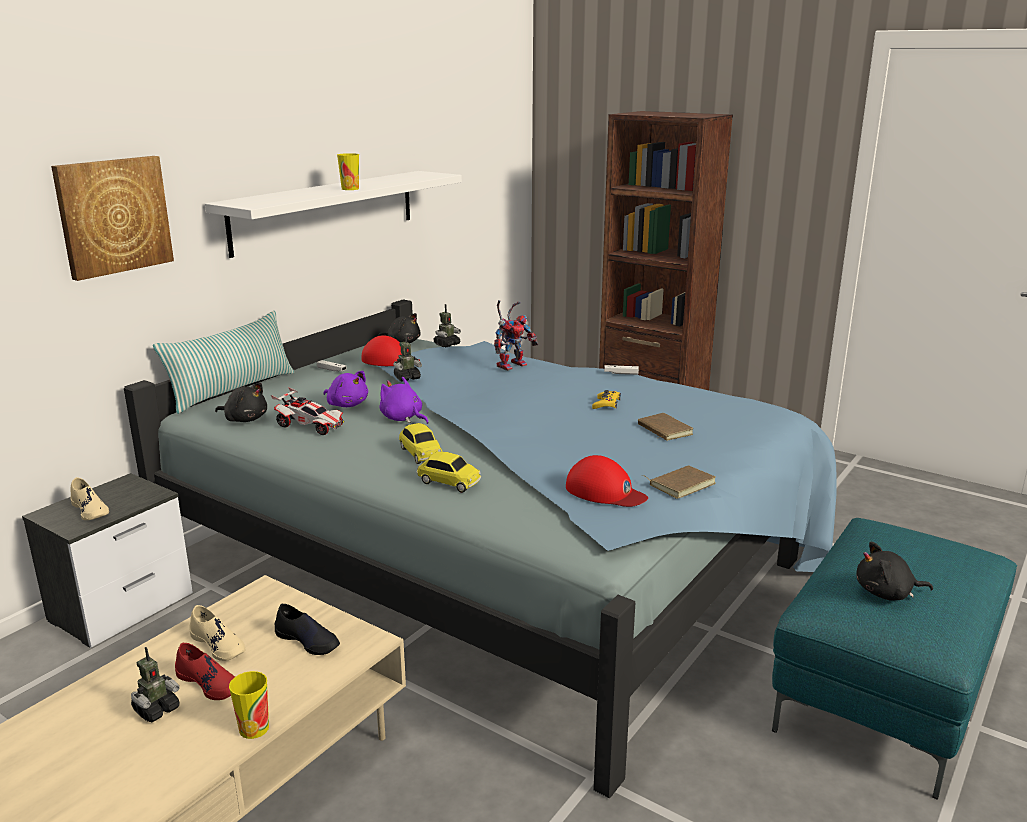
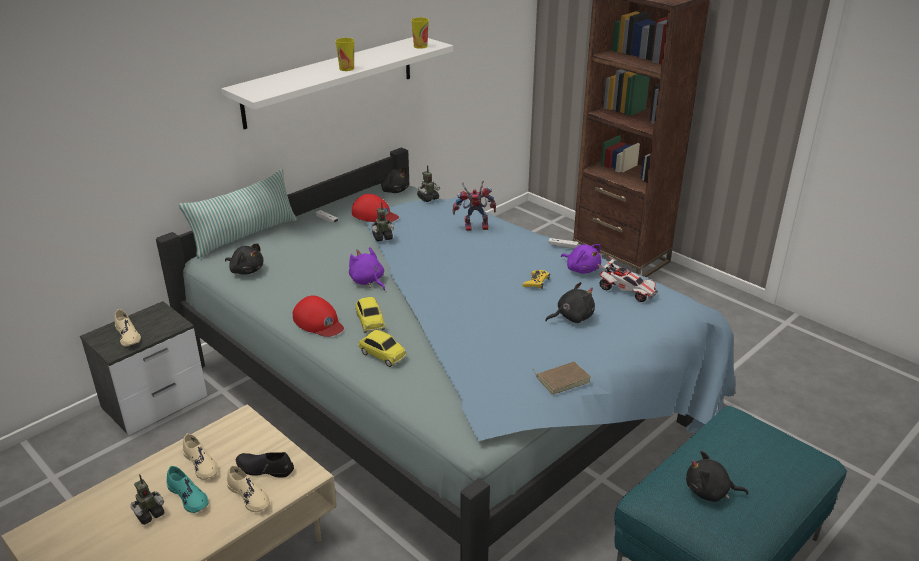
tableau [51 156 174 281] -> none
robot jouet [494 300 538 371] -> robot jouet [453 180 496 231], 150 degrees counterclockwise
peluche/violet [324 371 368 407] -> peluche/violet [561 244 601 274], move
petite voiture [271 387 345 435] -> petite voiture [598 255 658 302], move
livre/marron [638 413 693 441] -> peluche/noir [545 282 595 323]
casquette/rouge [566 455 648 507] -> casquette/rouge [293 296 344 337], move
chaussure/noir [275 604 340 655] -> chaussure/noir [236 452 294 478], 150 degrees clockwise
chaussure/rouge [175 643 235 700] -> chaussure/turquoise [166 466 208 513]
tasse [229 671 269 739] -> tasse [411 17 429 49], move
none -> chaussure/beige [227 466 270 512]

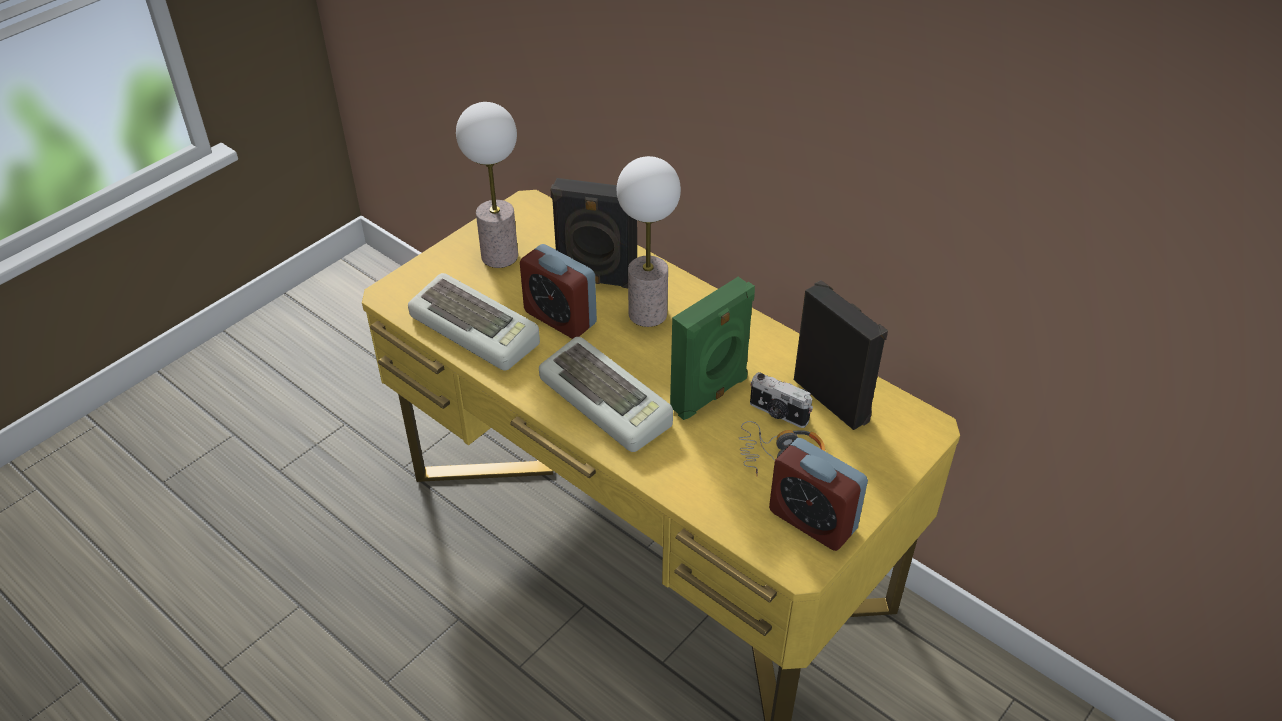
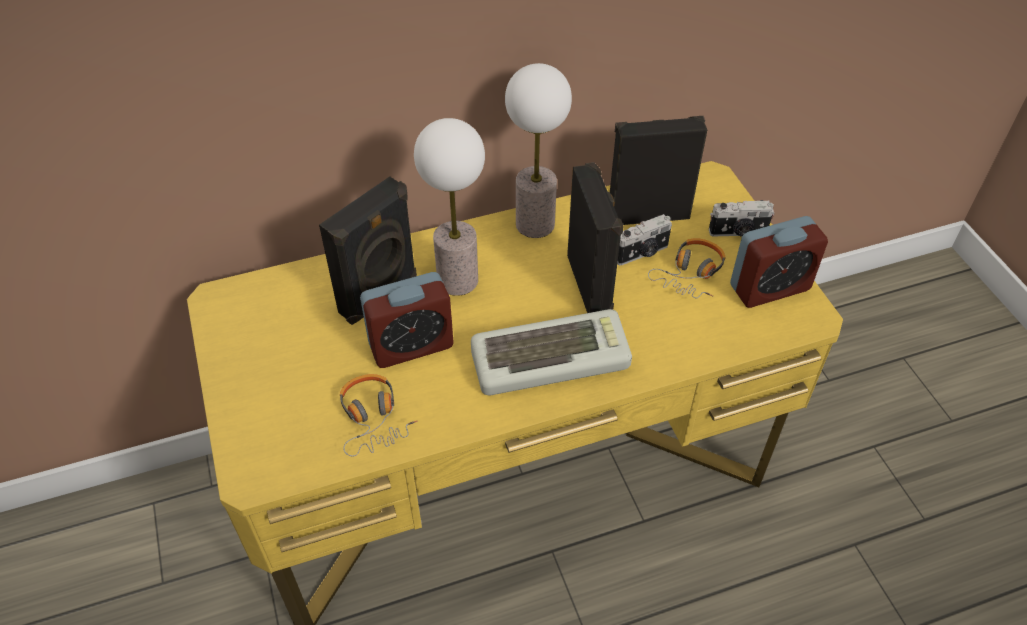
lampe de table [456 102 518 268] -> lampe de table [505 63 572 238], move
clavier [408 273 540 370] -> casque audio [340 374 418 456]
enceinte/vert [670 277 755 420] -> enceinte/noir [567 162 624 313]
none -> appareil photo [709 200 774 237]

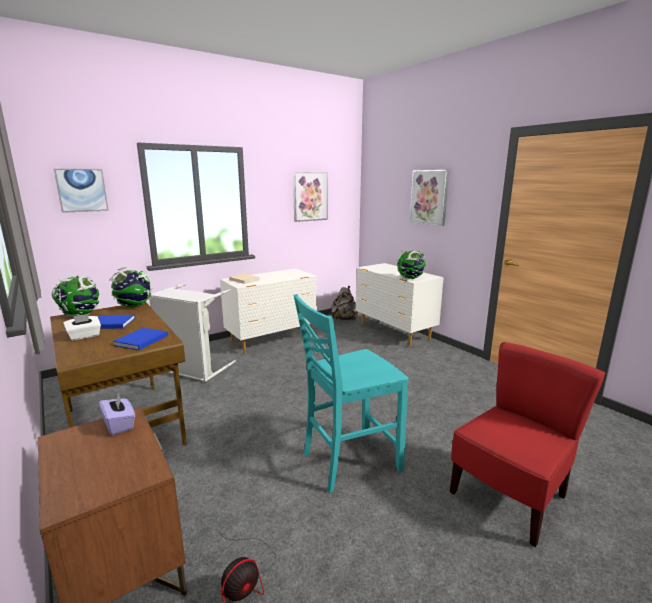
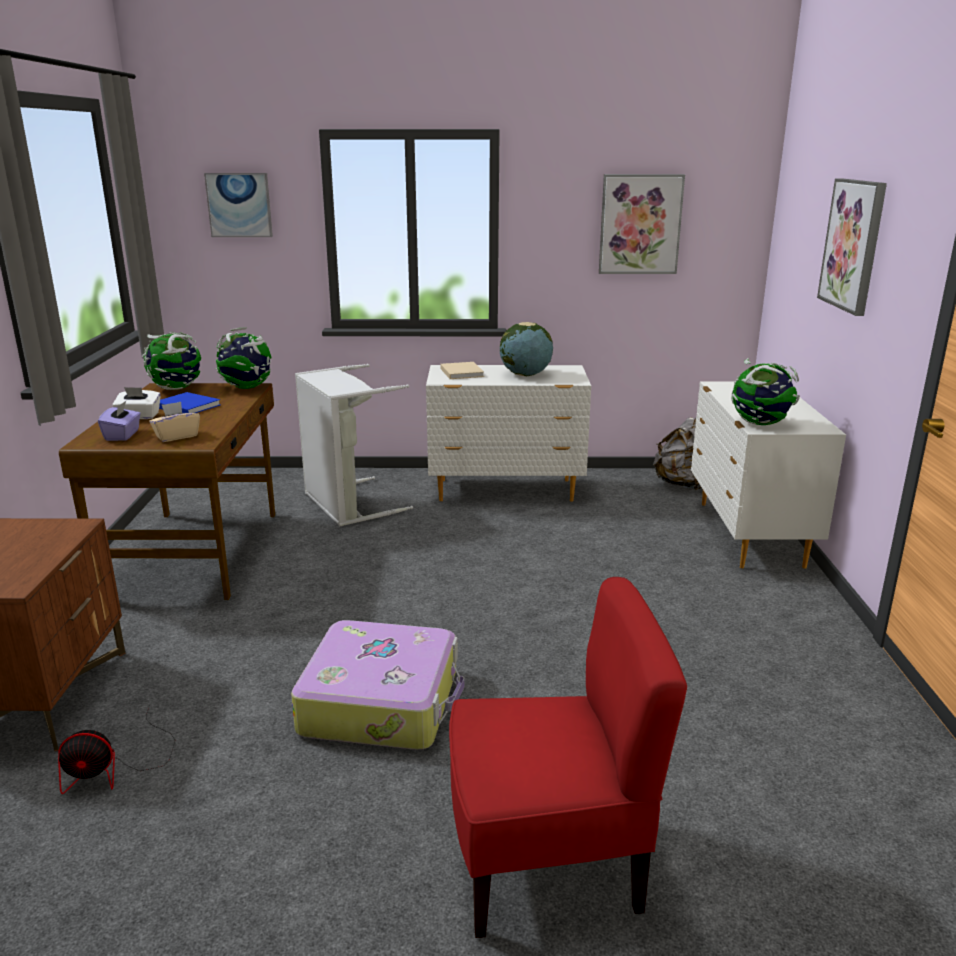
chaise/turquoise [294 294 408 493] -> valise [291 620 464 750]
livre/bleu [113 328 168 350] -> boîte à mouchoirs/beige [149 402 200 442]
boîte à mouchoirs/violet [99 392 135 435] -> boîte à mouchoirs/violet [98 401 141 441], move
none -> globe [500 322 553 376]

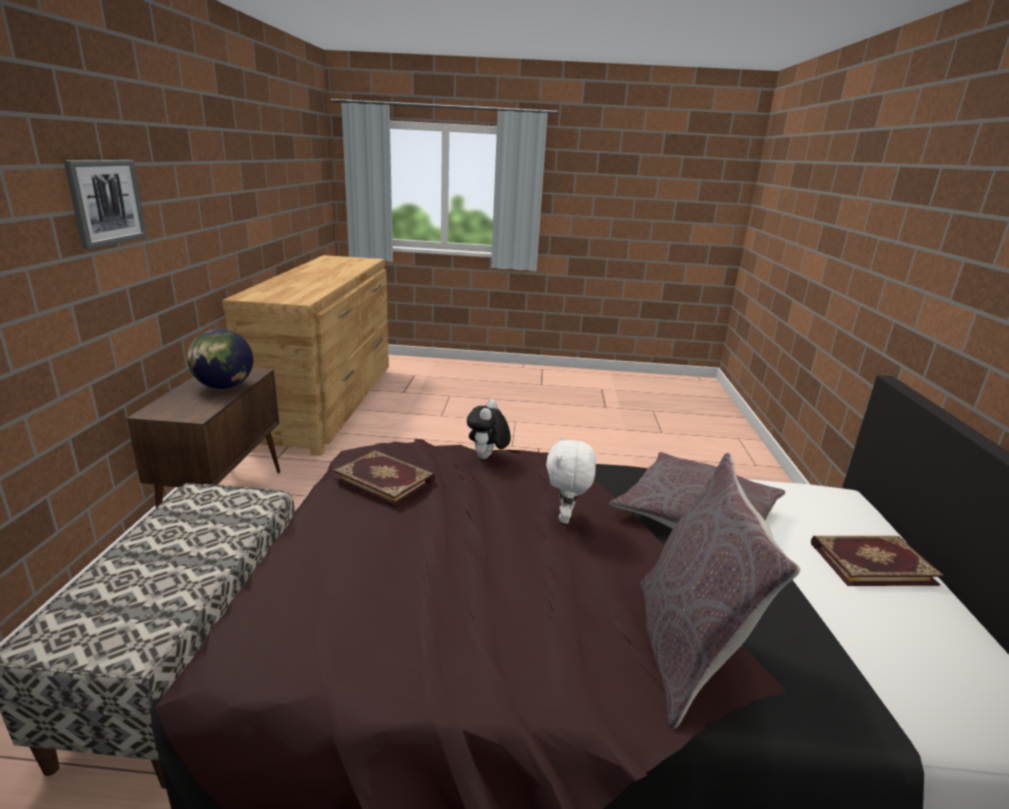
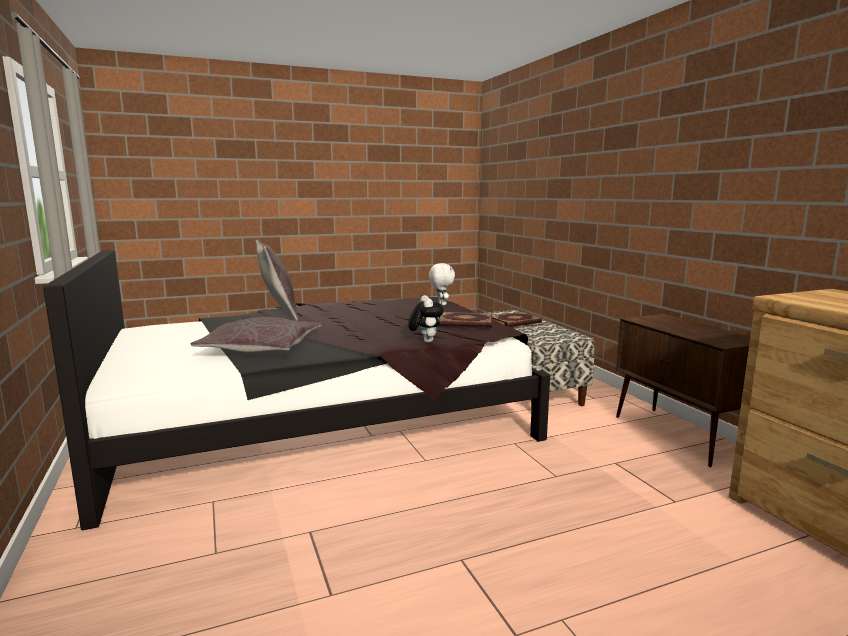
tableau [64 160 147 249] -> none
globe [187 329 253 389] -> none
peluche/blanc [546 436 596 524] -> peluche/blanc [429 263 455 305], move
livre [811 536 944 586] -> livre [492 312 542 327], move

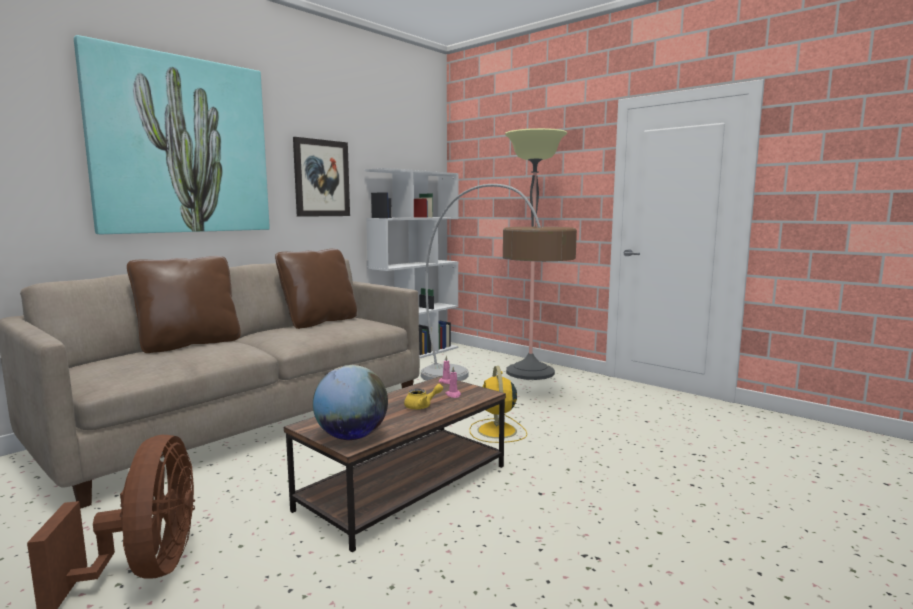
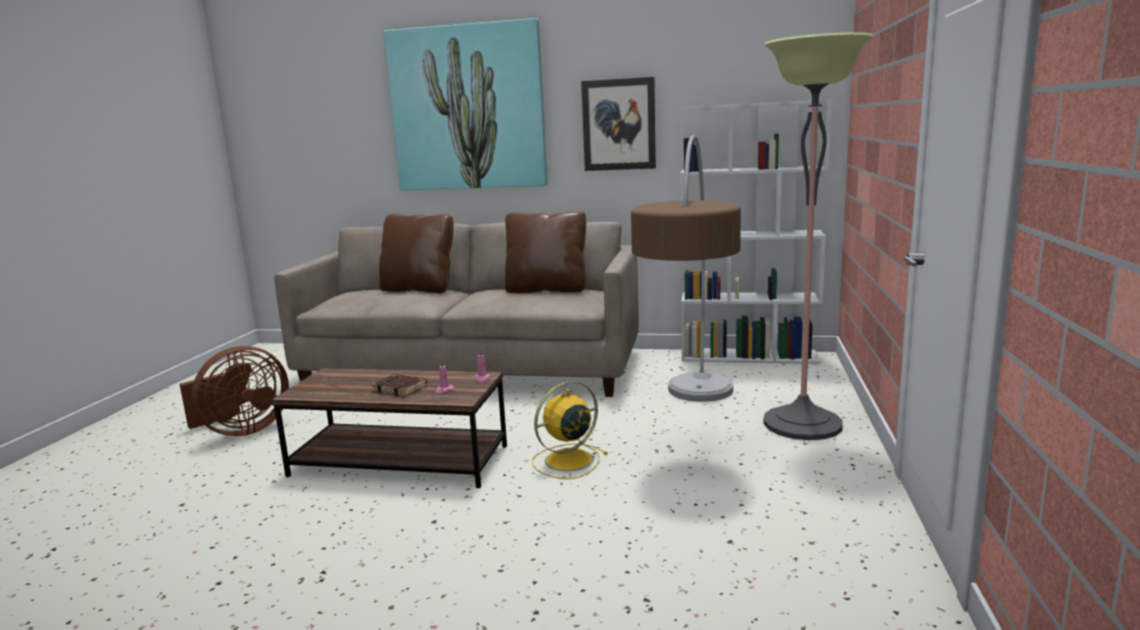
globe [313 365 388 440] -> none
théière/jaune [404 384 443 409] -> livre/marron [371 374 427 397]

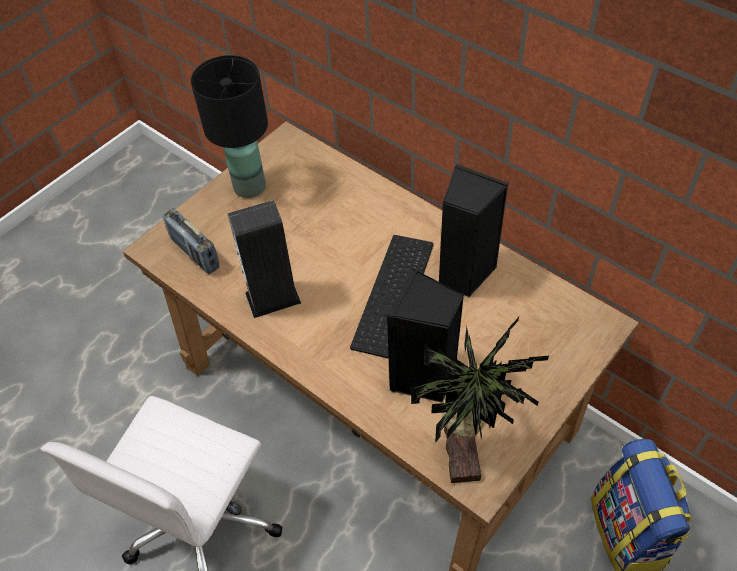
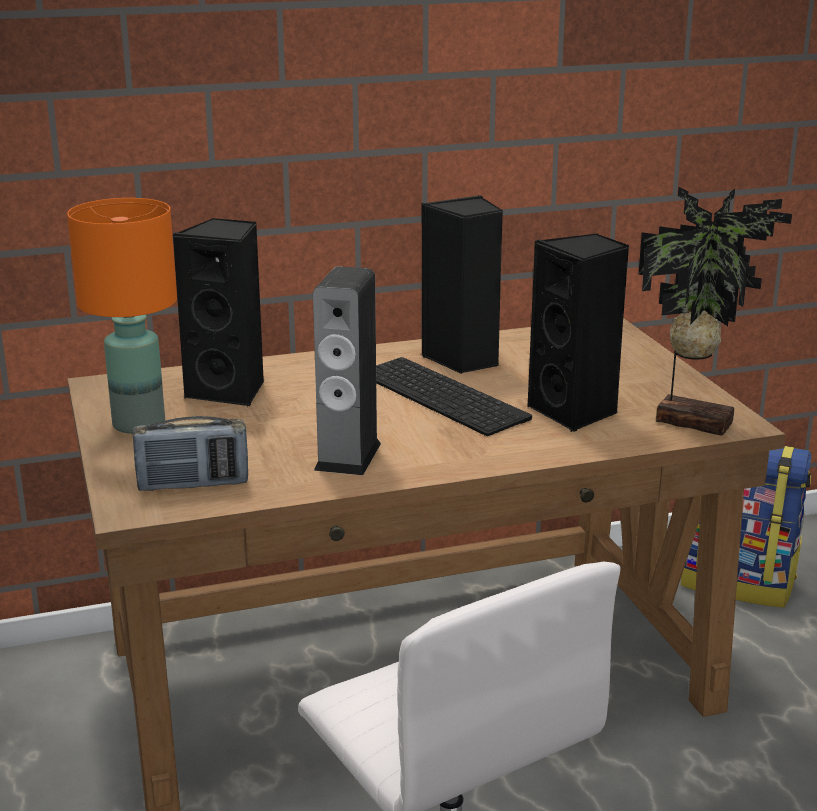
lampe de table/noir [191 55 268 198] -> lampe de table/orange [67 198 177 434]
none -> enceinte/noir [173 218 265 407]

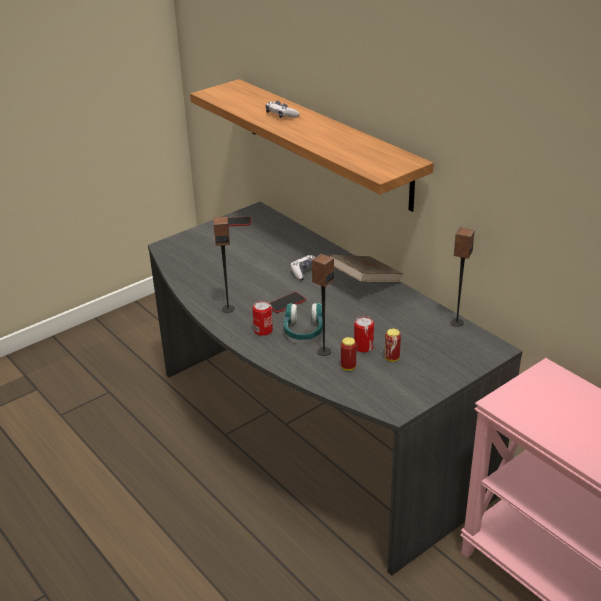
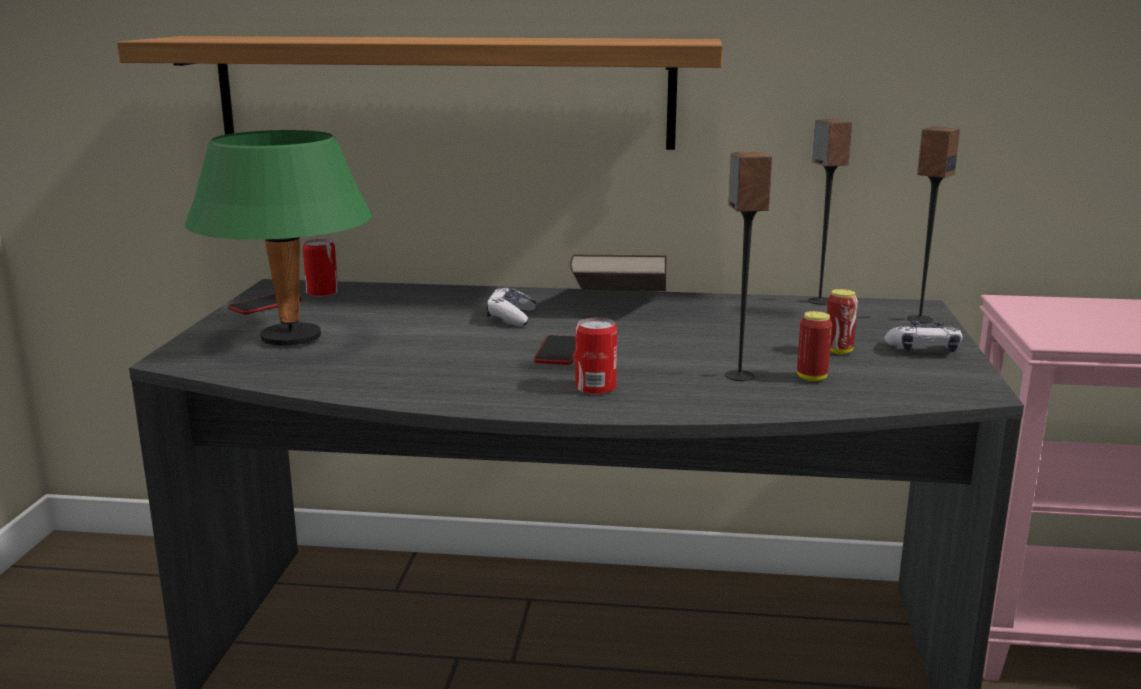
manette [265 100 300 118] -> manette [884 321 962 352], move
enceinte [214 217 235 313] -> enceinte [907 127 960 323], move
casque audio/turquoise [284 303 323 340] -> none
boîte métallique [354 316 374 353] -> boîte métallique [303 239 338 297], move
none -> lampe de table/vert [185 130 372 345]

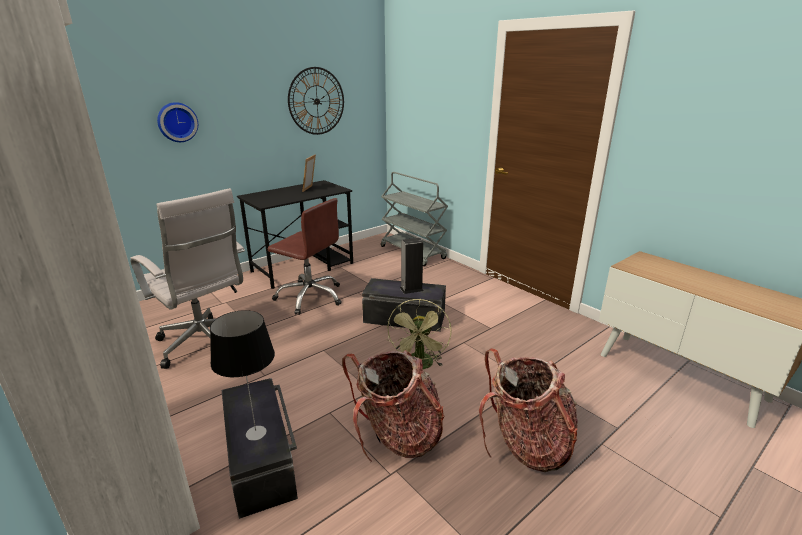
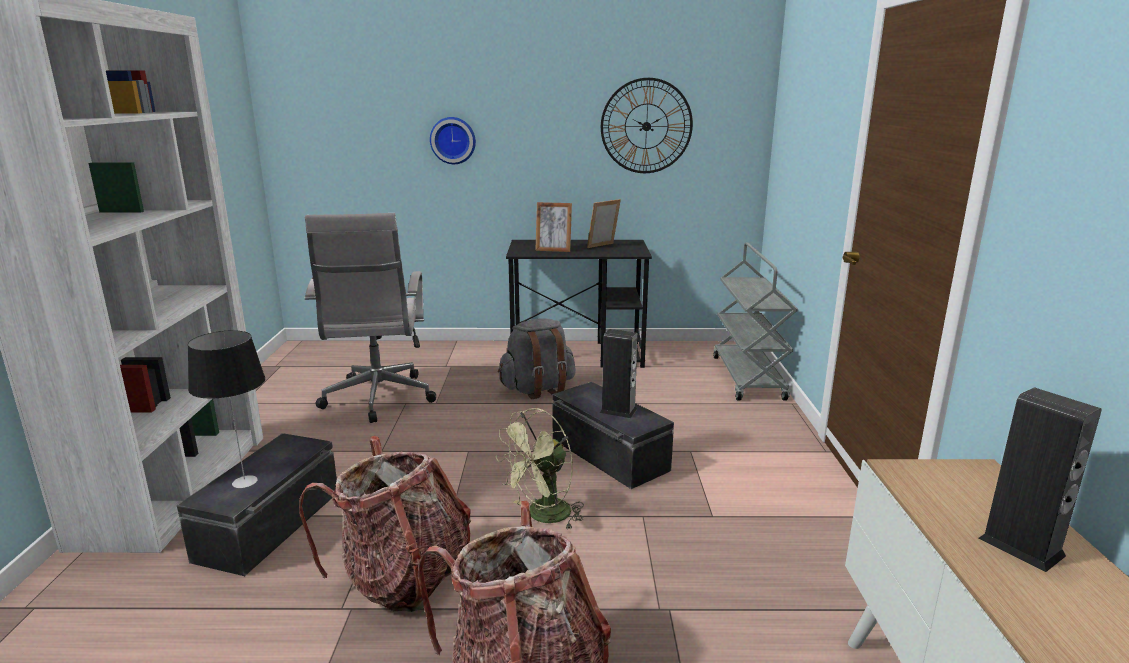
chaise de bureau/marron [268 198 342 315] -> sac à dos/gris [498 318 576 399]
none -> cadre photo [535 202 572 252]
none -> enceinte [978 387 1101 572]

